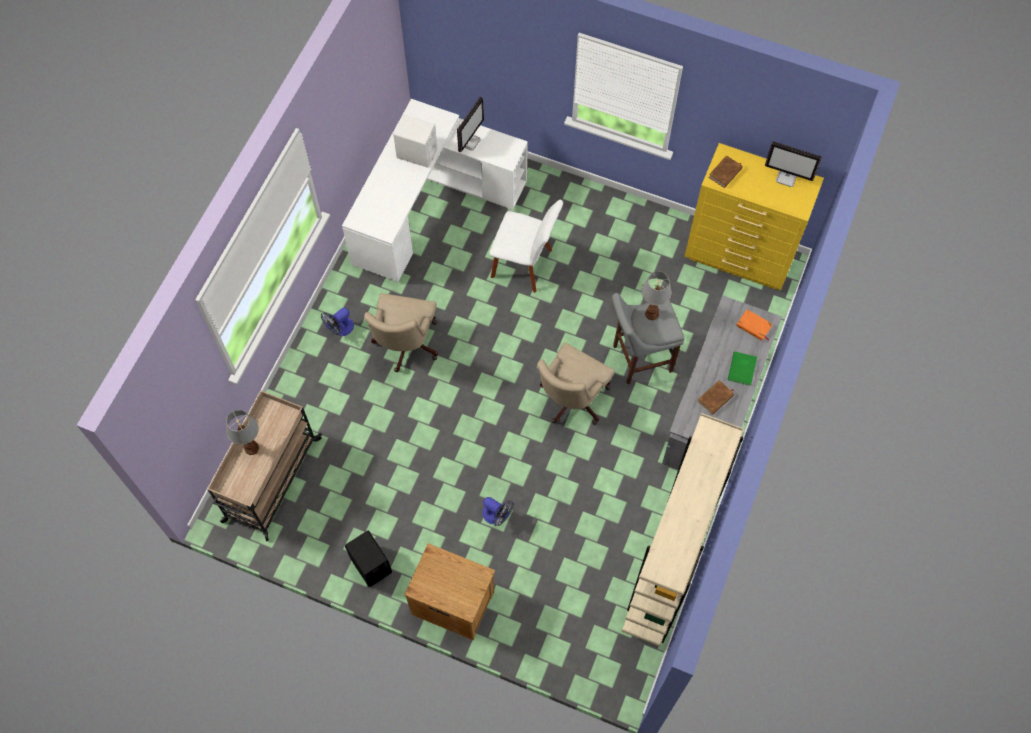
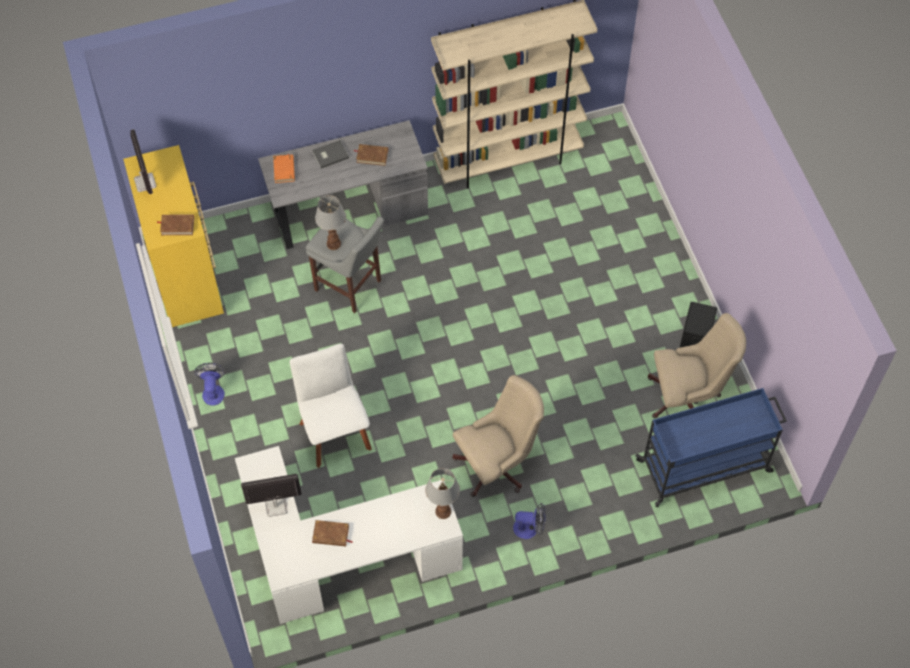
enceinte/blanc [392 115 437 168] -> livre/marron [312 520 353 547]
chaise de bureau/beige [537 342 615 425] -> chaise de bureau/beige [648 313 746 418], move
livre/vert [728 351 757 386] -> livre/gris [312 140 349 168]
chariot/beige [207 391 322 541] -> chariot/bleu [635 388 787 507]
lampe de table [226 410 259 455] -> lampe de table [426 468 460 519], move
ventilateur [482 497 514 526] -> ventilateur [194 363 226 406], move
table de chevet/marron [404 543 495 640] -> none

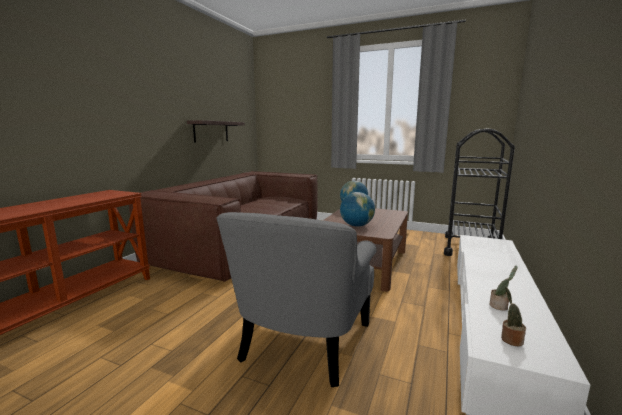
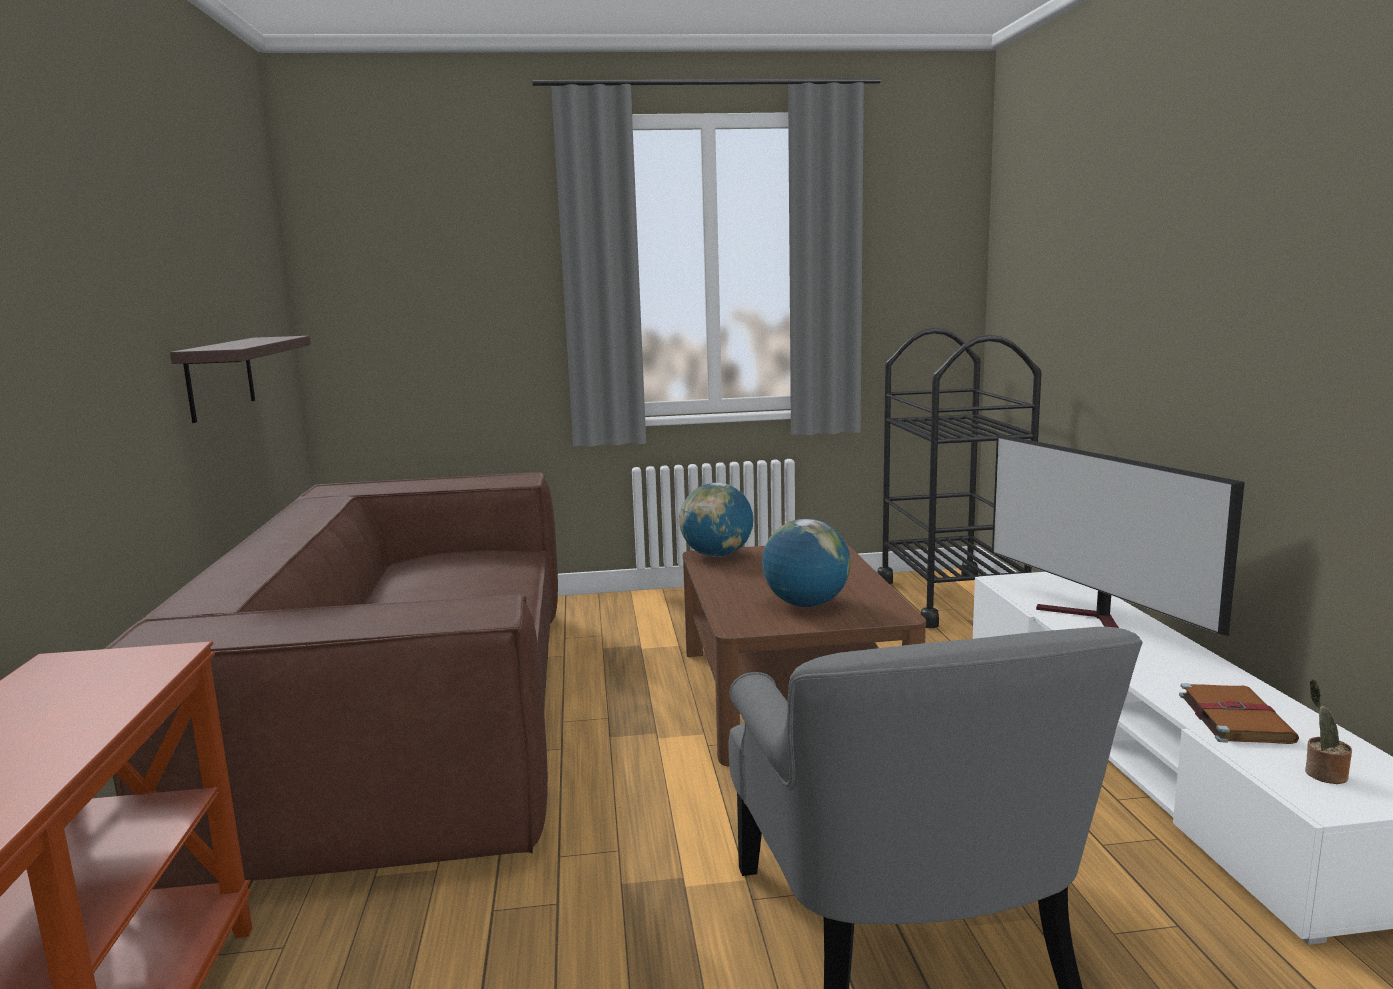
plante en pot [490 266 518 310] -> livre/marron [1179 683 1299 744]
none -> téléviseur [992 434 1245 636]

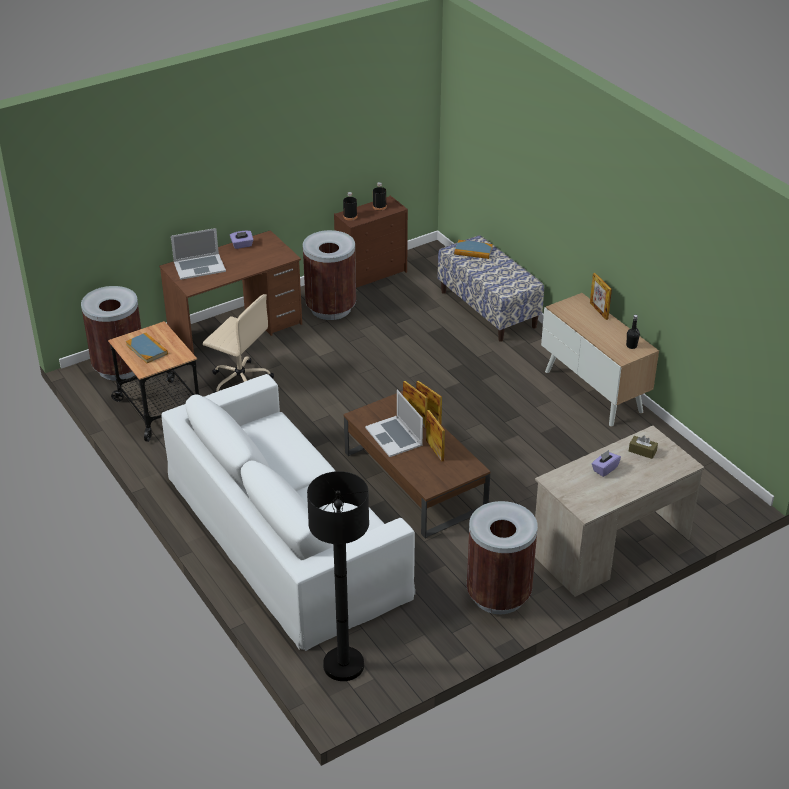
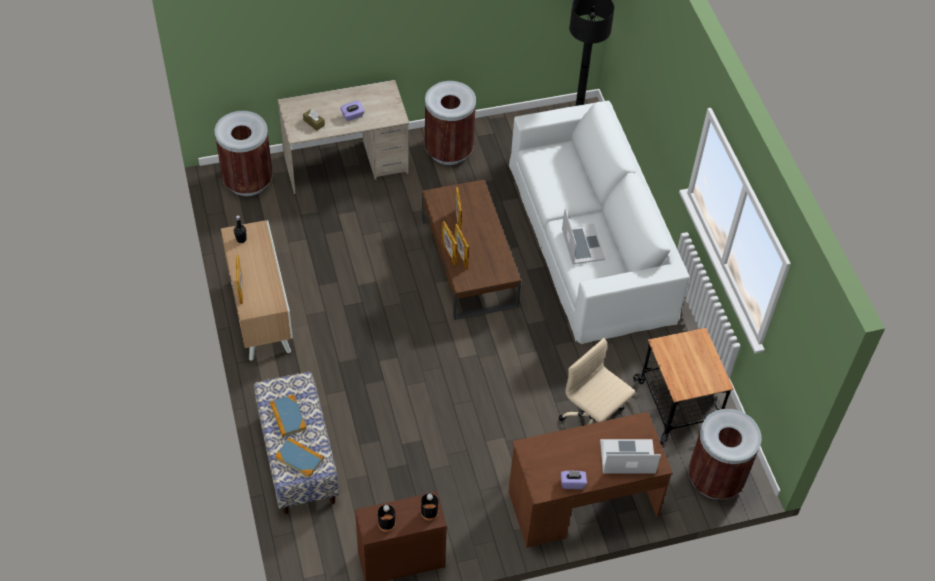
poubelle/marron [303 230 356 320] -> poubelle/marron [214 111 273 196], move
livre [126 333 168 363] -> livre [270 394 307 437], move
ordinateur portable [365 390 423 457] -> ordinateur portable [562 209 605 264], move

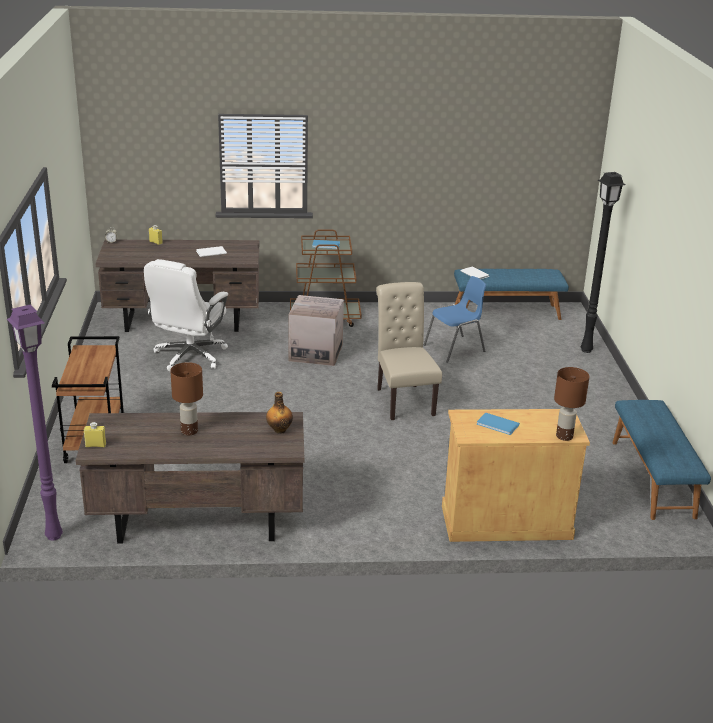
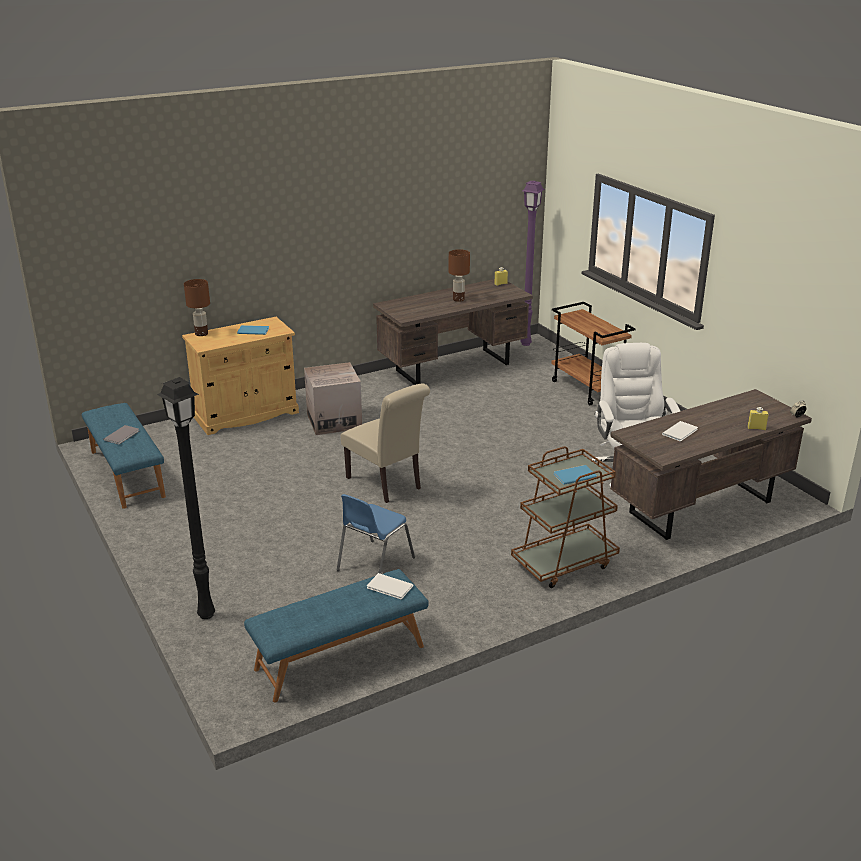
carton [289 295 344 366] -> carton [304 362 362 435], move
bouteille [266 392 293 434] -> none
none -> livre/gris [103 425 139 444]

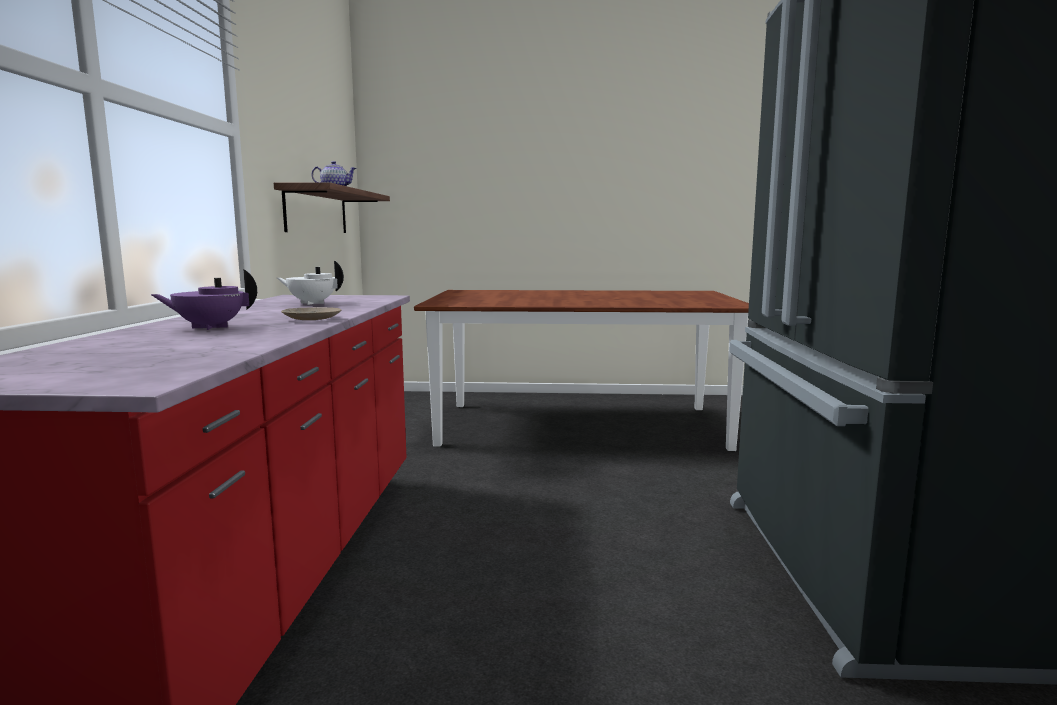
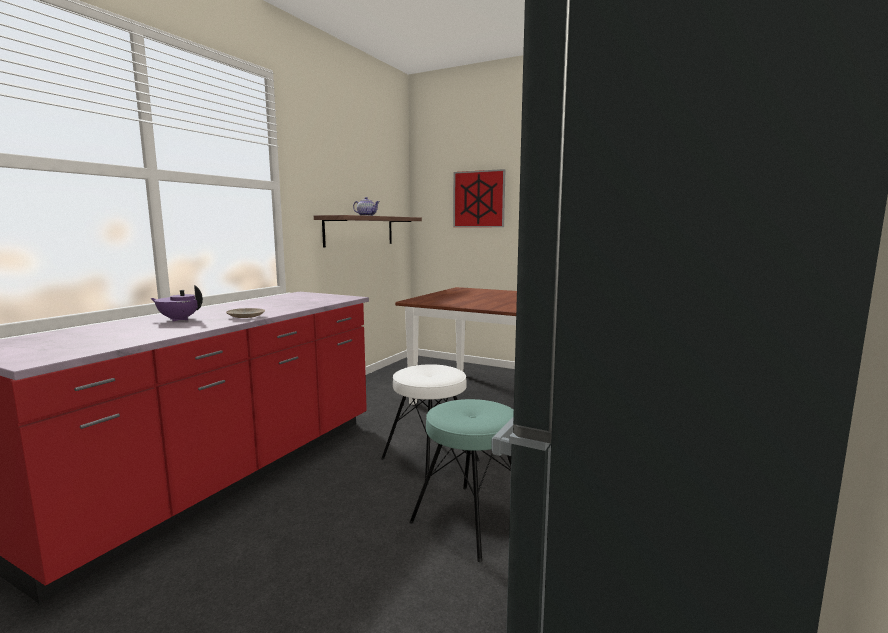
théière/blanc [277 261 344 305] -> none
none -> tableau [453 169 505 227]
none -> tabouret/blanc [381 364 480 484]
none -> tabouret/turquoise [409 399 514 562]

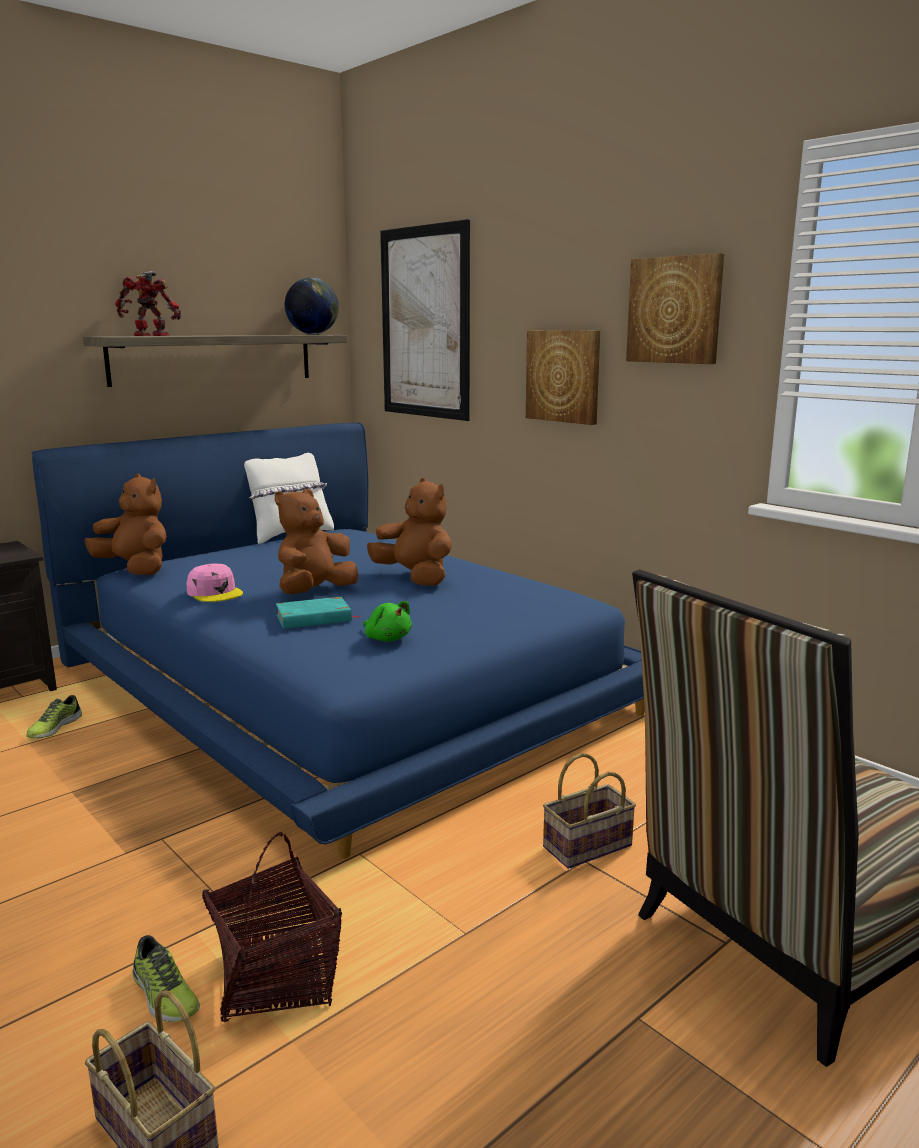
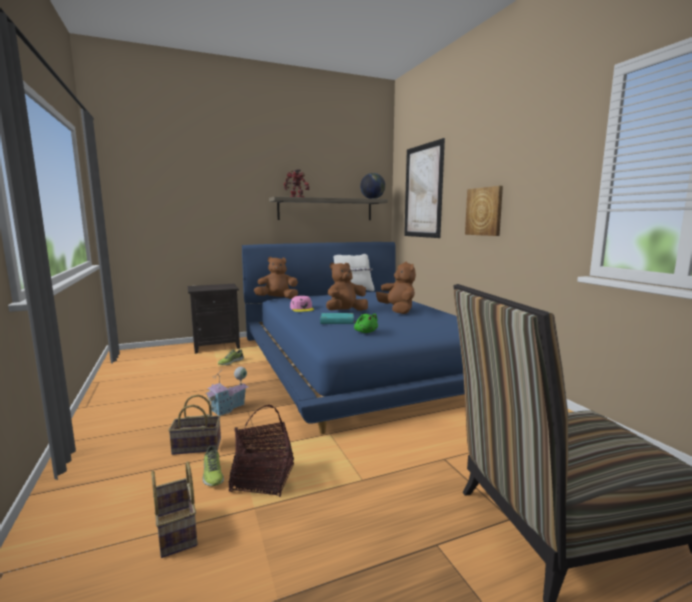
tableau [626 253 724 364] -> none
peluche/marron [84 474 166 575] -> peluche/marron [254 257 298 299], 60 degrees counterclockwise
panier [543 753 636 869] -> panier [168 395 221 455], move
none -> maison miniature [204 367 248 416]

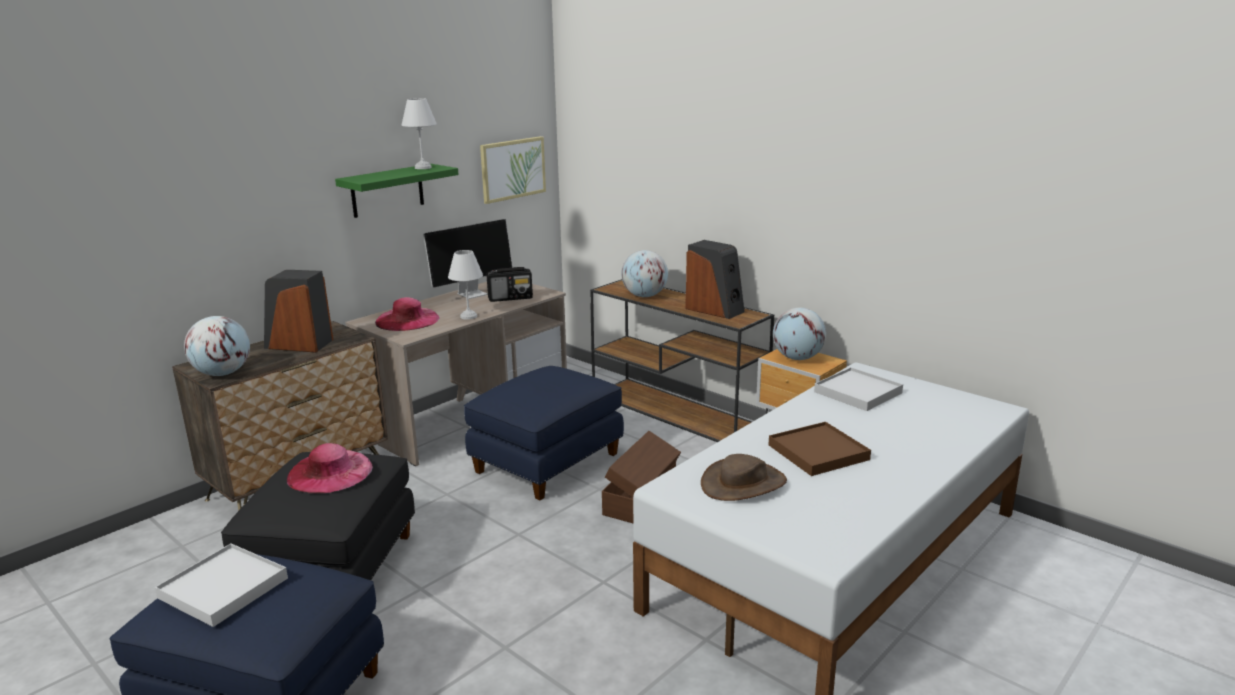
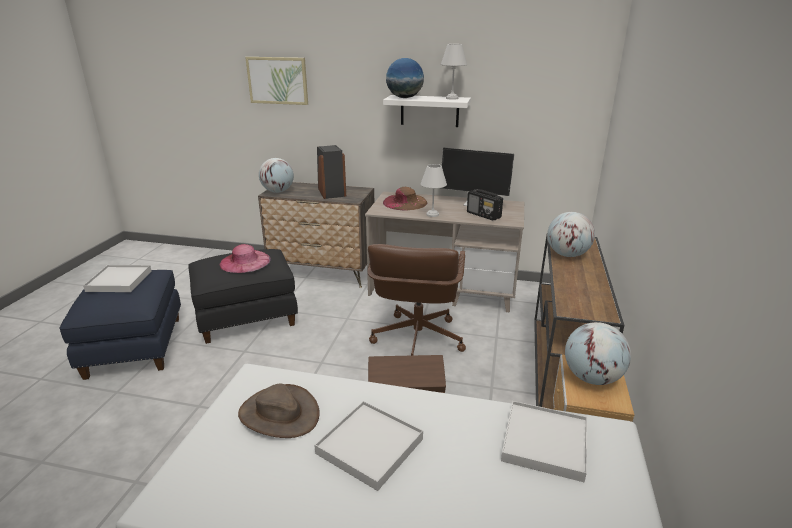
tableau [480 136 546 204] -> tableau [245 57 308 105], move
étagère/vert [335 164 459 218] -> étagère/blanc [383 95 471 127]
enceinte [685 240 745 319] -> none
chapeau/rose [375 297 439 331] -> chapeau/marron [383 187 427 210]
pouf/bleu [464 366 624 500] -> chaise de bureau/marron [367 244 466 356]
plateau/marron [768 422 871 476] -> plateau/blanc [314 401 423 491]
none -> globe [386 58 424 98]

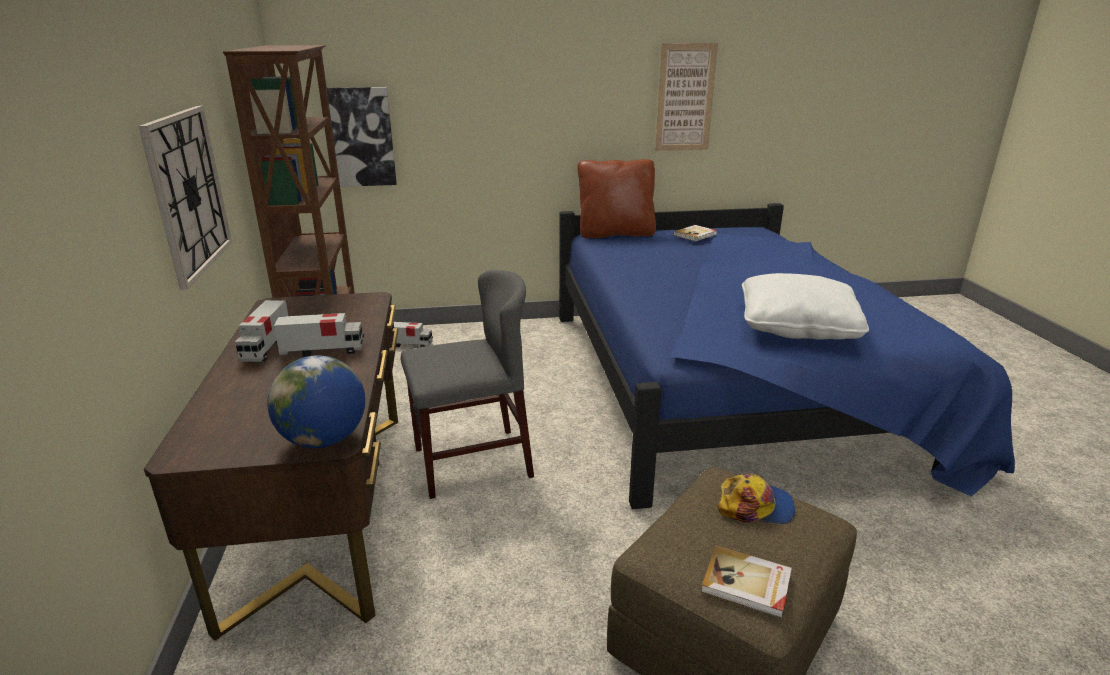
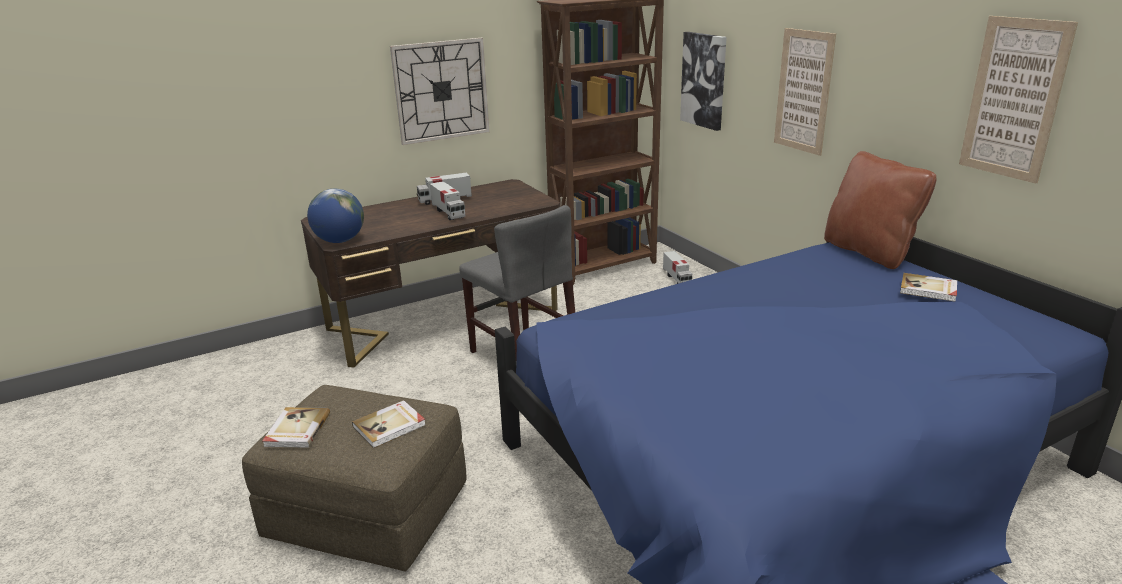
coussin/blanc [742 273 869 340] -> none
casquette [718 474 795 524] -> livre [352 400 426 448]
none -> tableau [774 28 836 156]

